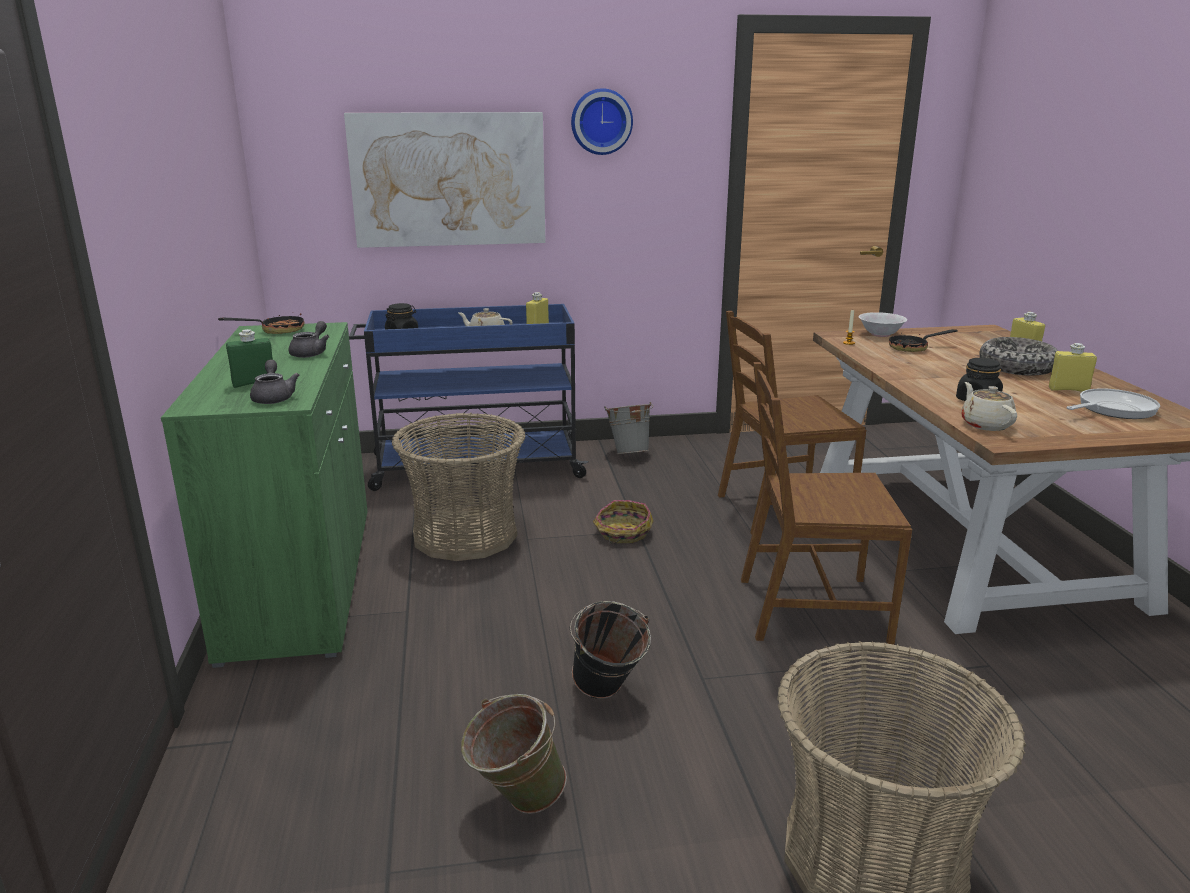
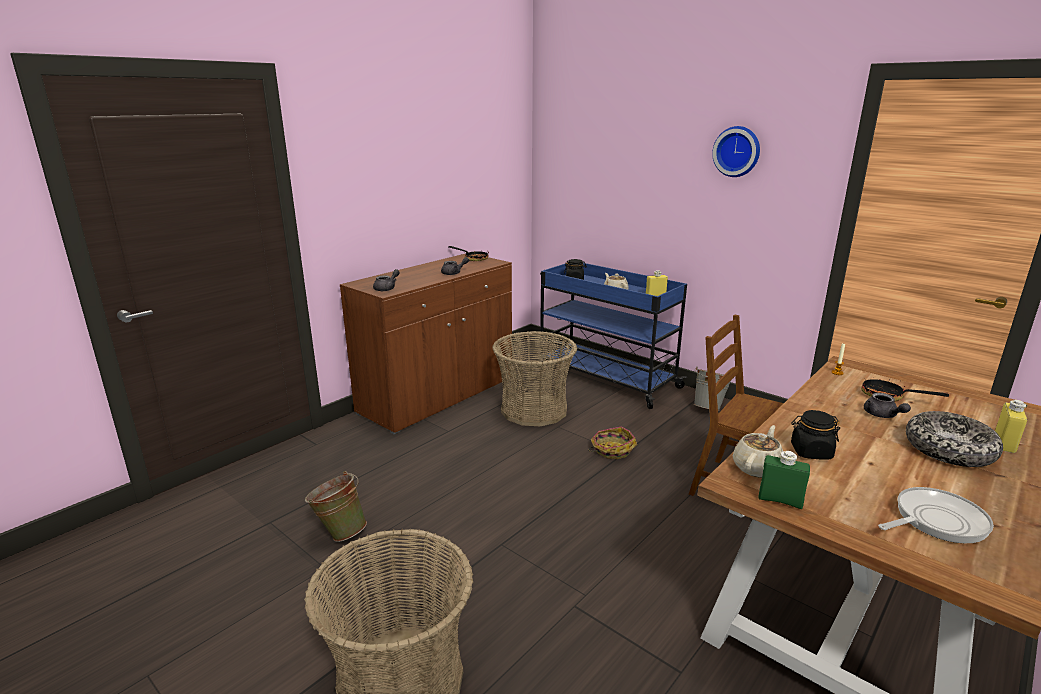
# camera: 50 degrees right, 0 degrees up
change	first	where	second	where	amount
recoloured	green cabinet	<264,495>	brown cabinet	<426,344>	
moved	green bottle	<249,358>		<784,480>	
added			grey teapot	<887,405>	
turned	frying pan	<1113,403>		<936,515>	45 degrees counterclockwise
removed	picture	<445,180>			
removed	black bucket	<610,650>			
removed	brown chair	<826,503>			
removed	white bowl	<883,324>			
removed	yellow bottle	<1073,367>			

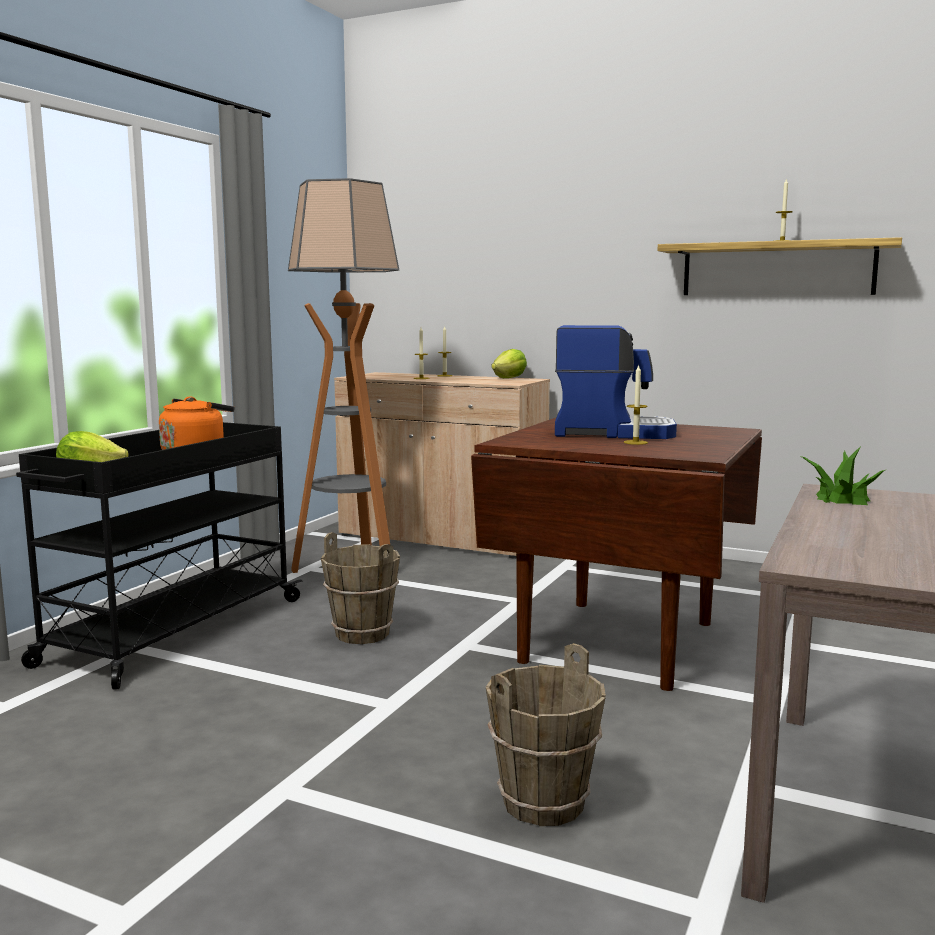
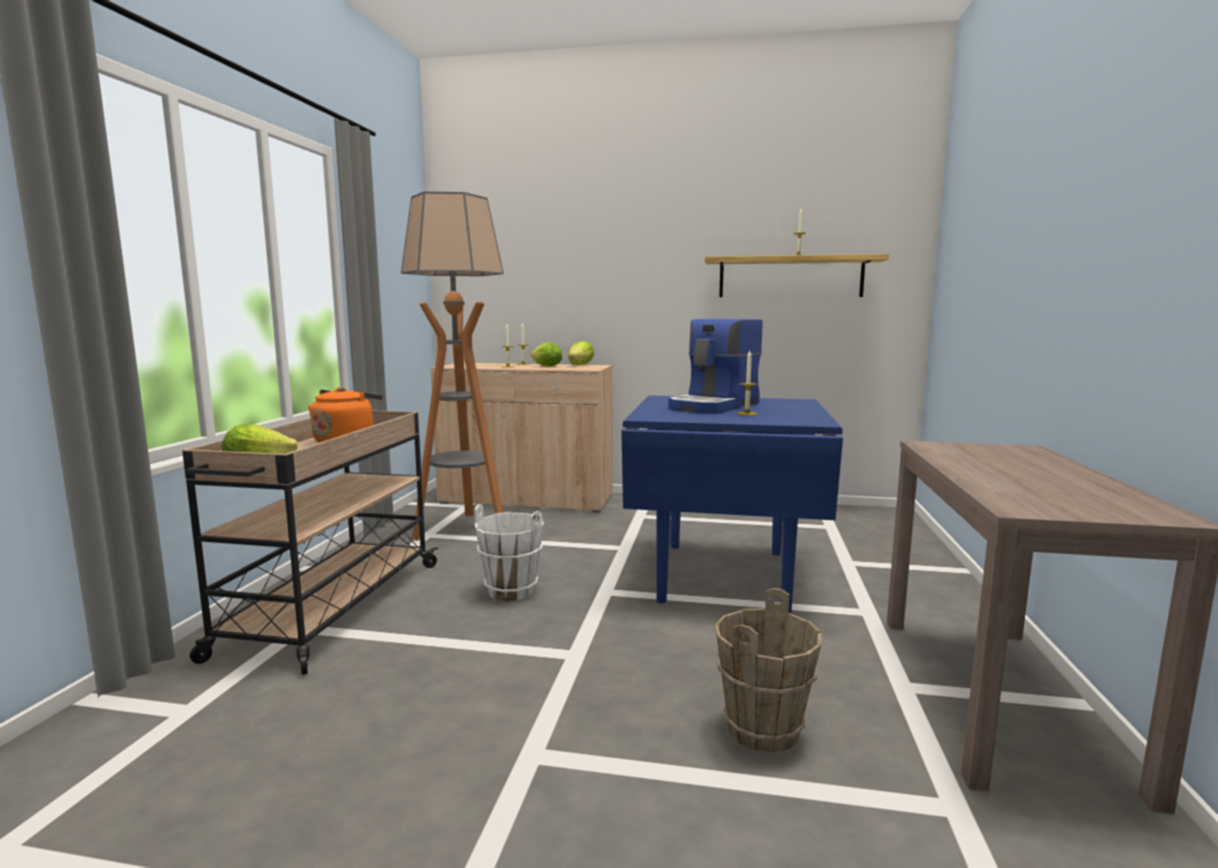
# camera: 15 degrees left, 0 degrees up
change	first	where	second	where	amount
recoloured	black cart	<159,556>	beige cart	<310,542>	
recoloured	brown bucket	<360,588>	white bucket	<509,552>	
added			lettuce	<546,354>	
recoloured	brown dining table	<616,554>	blue dining table	<732,504>	
turned	coffee machine	<616,382>		<715,366>	135 degrees clockwise
removed	potted plant	<843,476>			

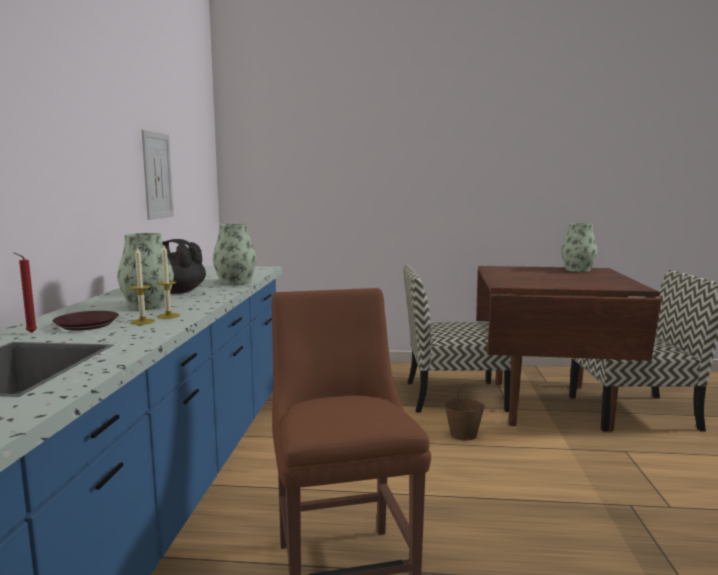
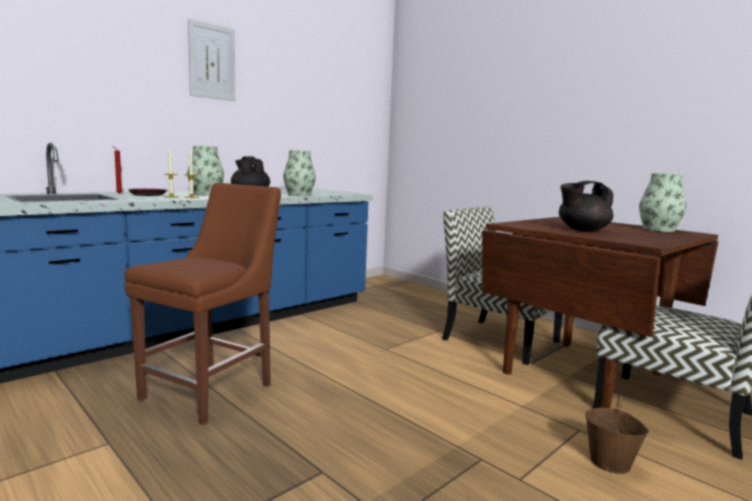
# camera: 40 degrees right, 0 degrees up
change	first	where	second	where	amount
moved	picture	<158,175>		<211,60>	
added			black teapot	<586,206>	
moved	brown bucket	<464,411>		<617,432>	

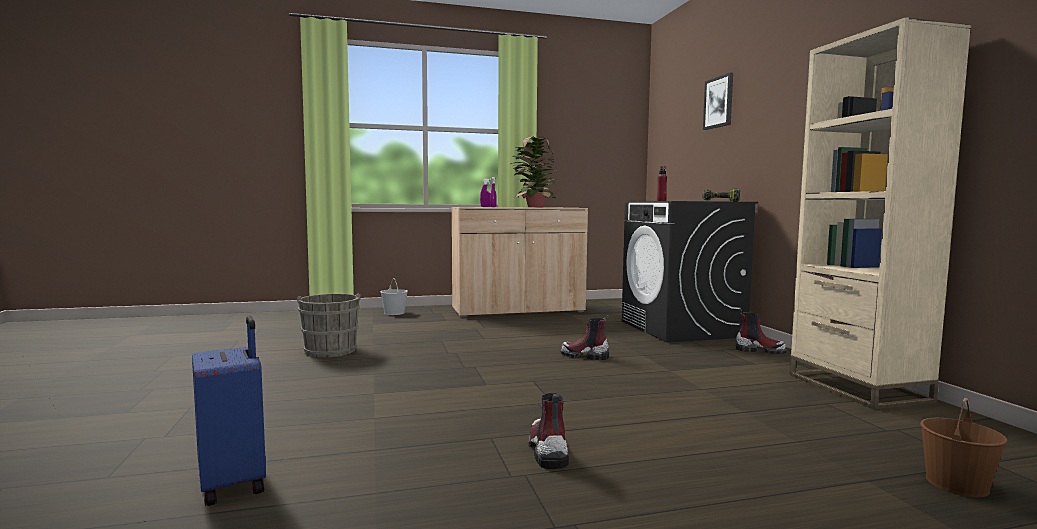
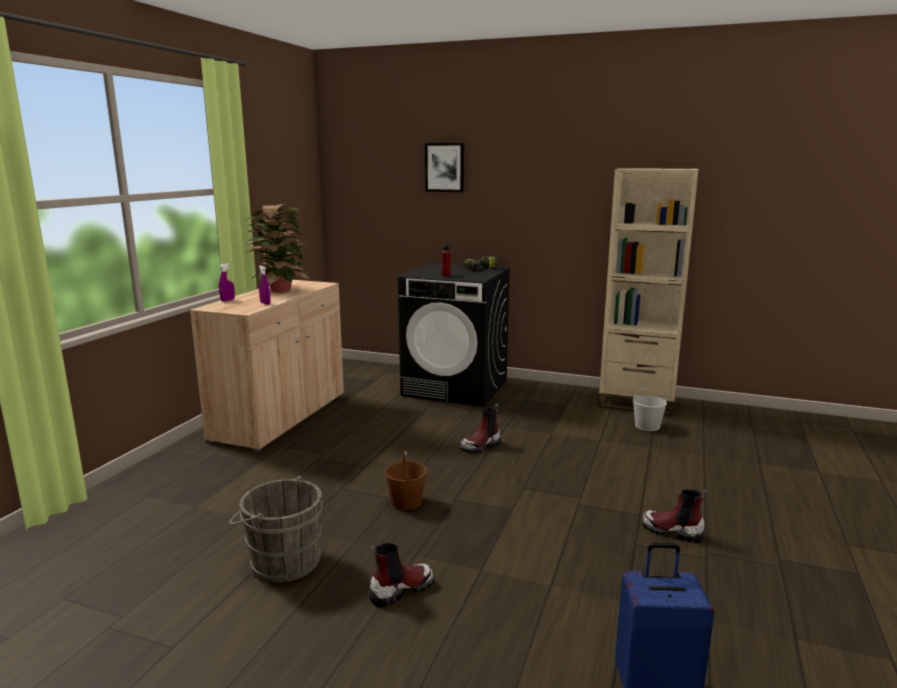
# camera: 55 degrees left, 10 degrees up
change	first	where	second	where	amount
moved	boot	<760,332>		<402,575>	
moved	brown bucket	<964,447>		<406,480>	
moved	white bucket	<394,296>		<650,408>	

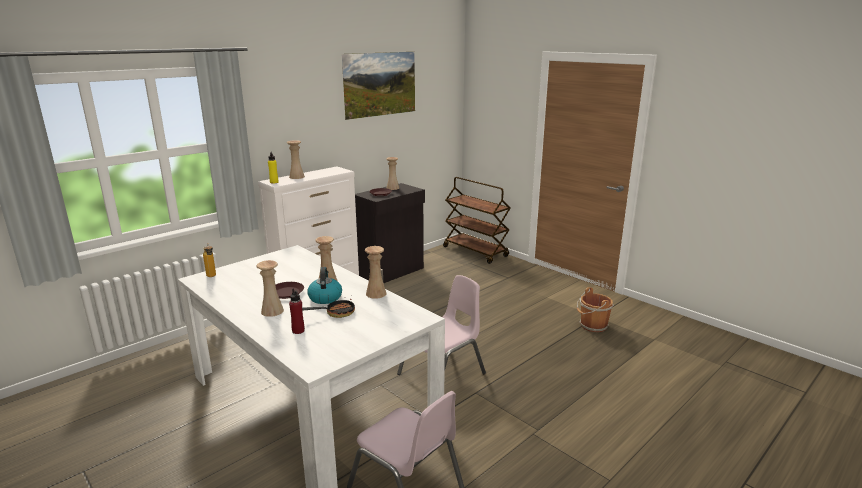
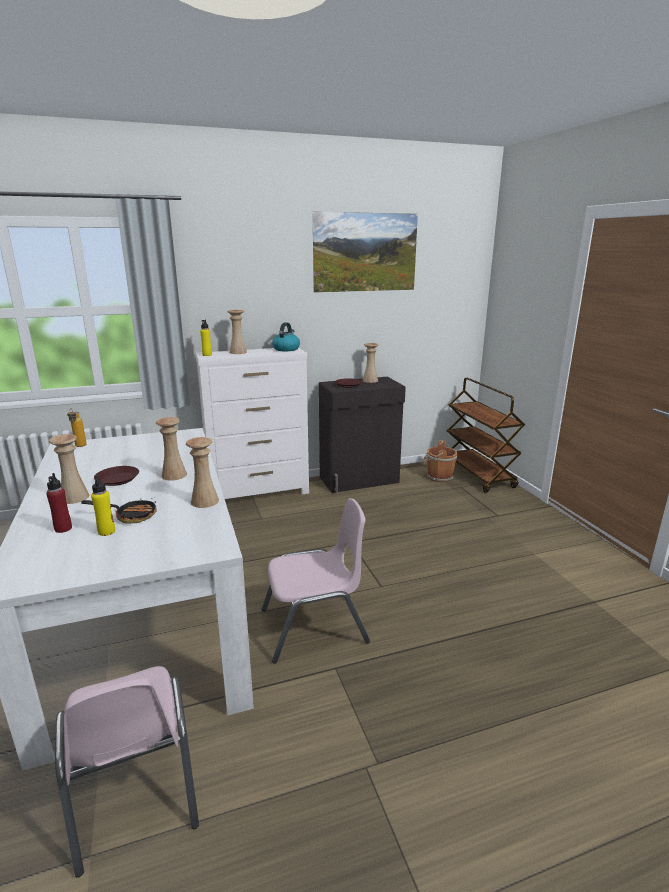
# camera: 25 degrees right, 0 degrees up
change	first	where	second	where	amount
added			yellow bottle	<103,505>	
moved	kettle	<324,285>		<286,336>	
moved	brown bucket	<595,309>		<440,461>	

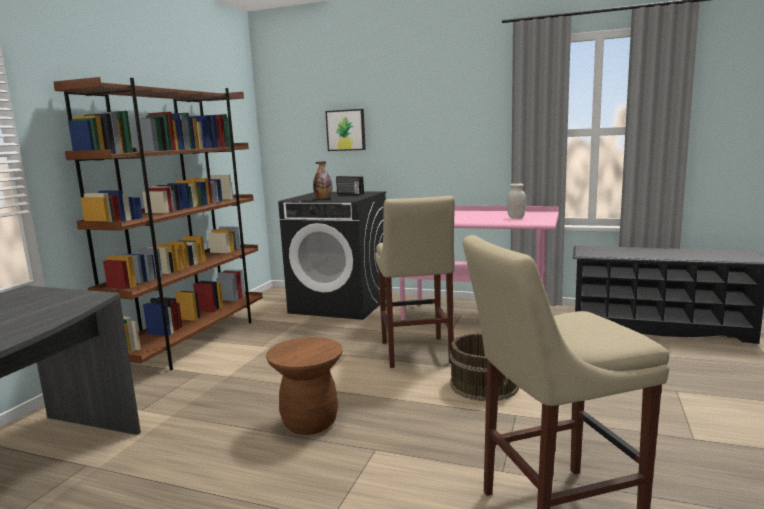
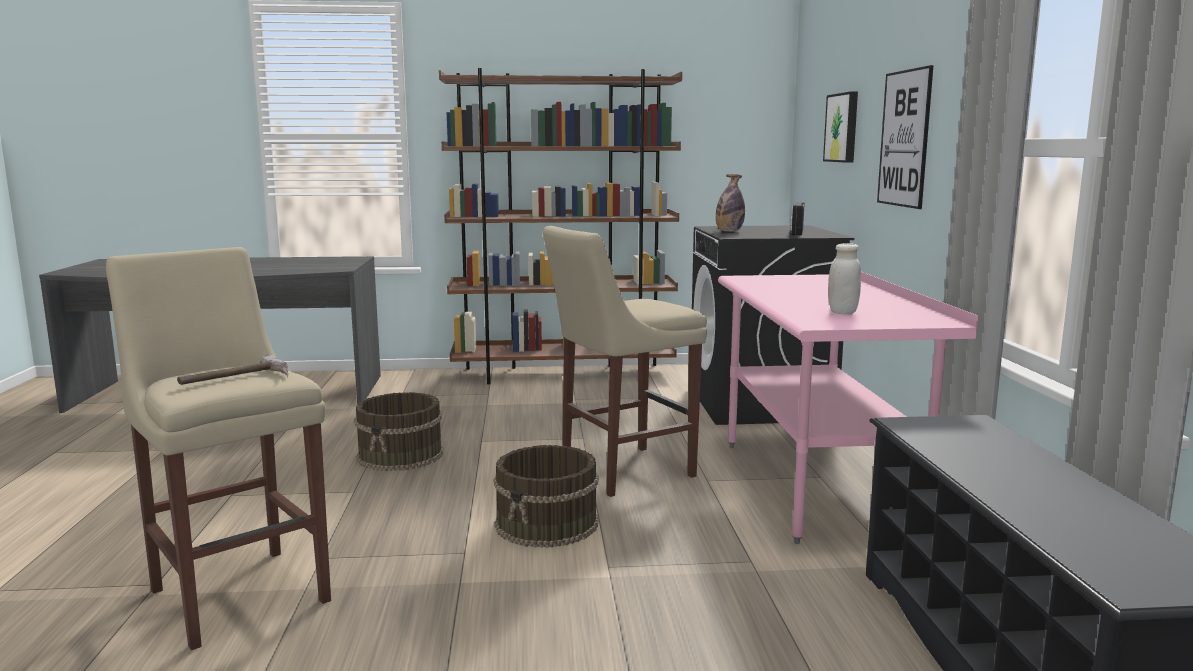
# camera: 65 degrees right, 0 degrees up
change	first	where	second	where	amount
added			hammer	<232,370>	
replaced	brown stool	<304,386>	brown bucket	<398,431>	
added			picture	<905,137>	

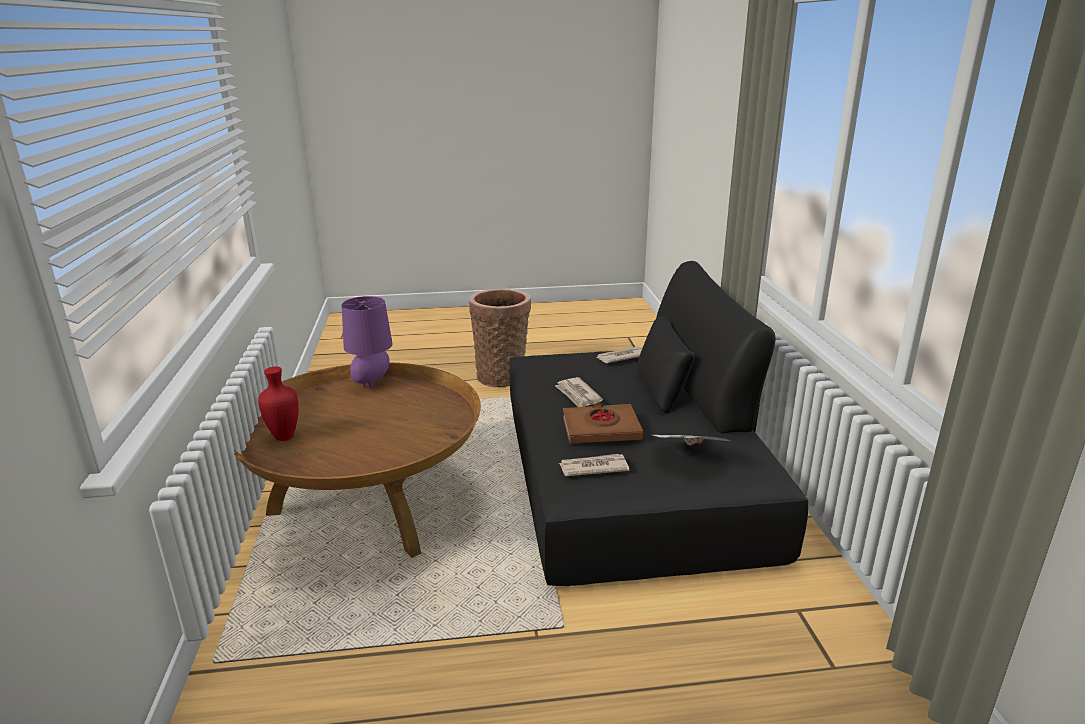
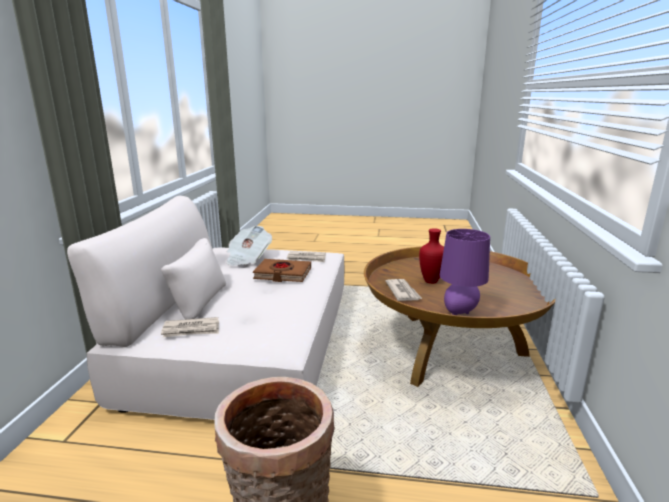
# camera: 165 degrees left, 5 degrees down
change	first	where	second	where	amount
recoloured	black sofa	<659,423>	beige sofa	<205,308>	
moved	newspaper	<579,392>		<403,290>	
moved	red vase	<278,404>		<431,256>	

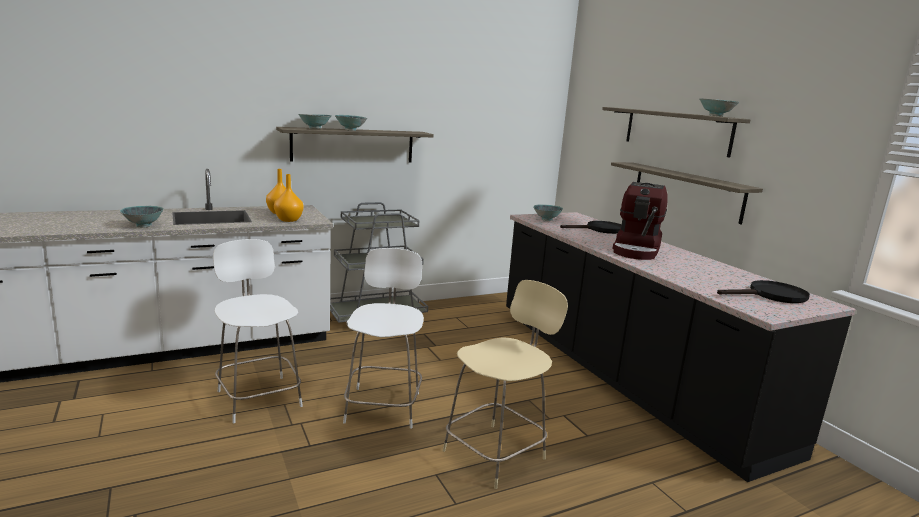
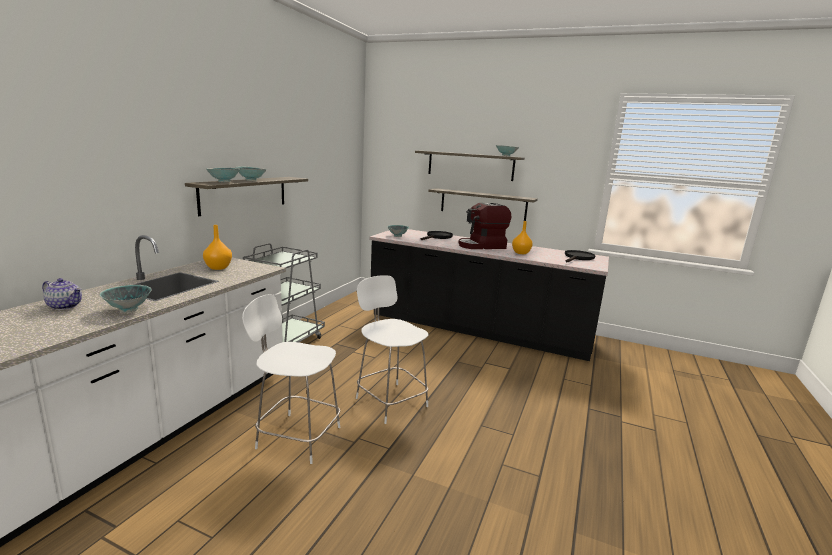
# camera: 40 degrees left, 0 degrees up
change	first	where	second	where	amount
added			teapot	<62,294>	
turned	coffee machine	<639,221>		<485,226>	90 degrees clockwise
moved	orange vase	<289,198>		<522,237>	
removed	beige chair	<505,384>			

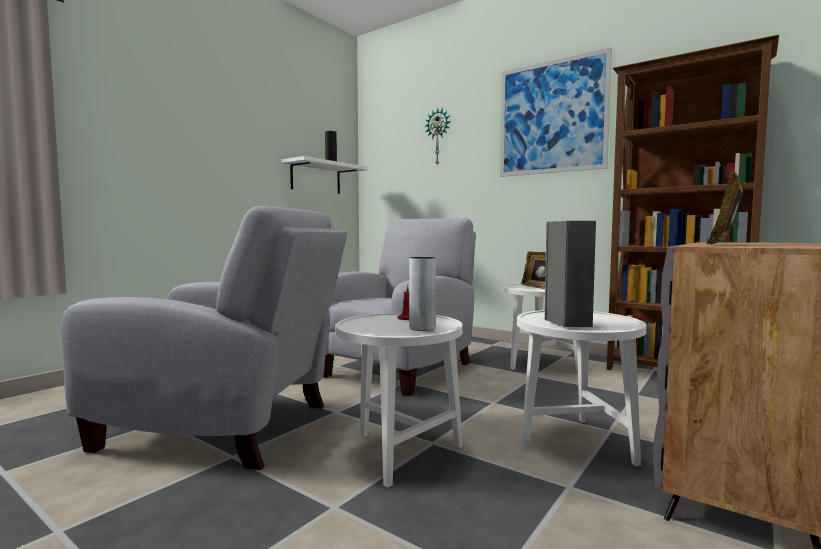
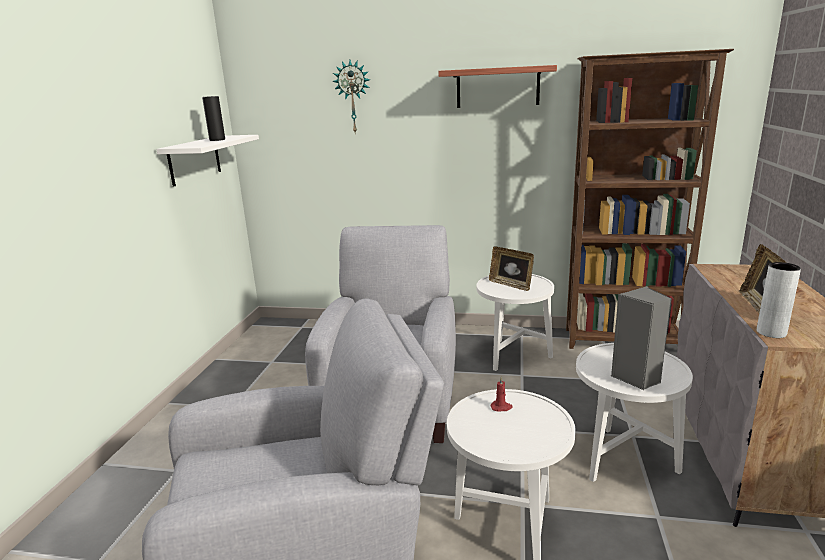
# camera: 25 degrees left, 15 degrees up
change	first	where	second	where	amount
replaced	picture	<556,112>	shelf	<497,86>	
moved	grey vase	<422,294>		<779,300>	

